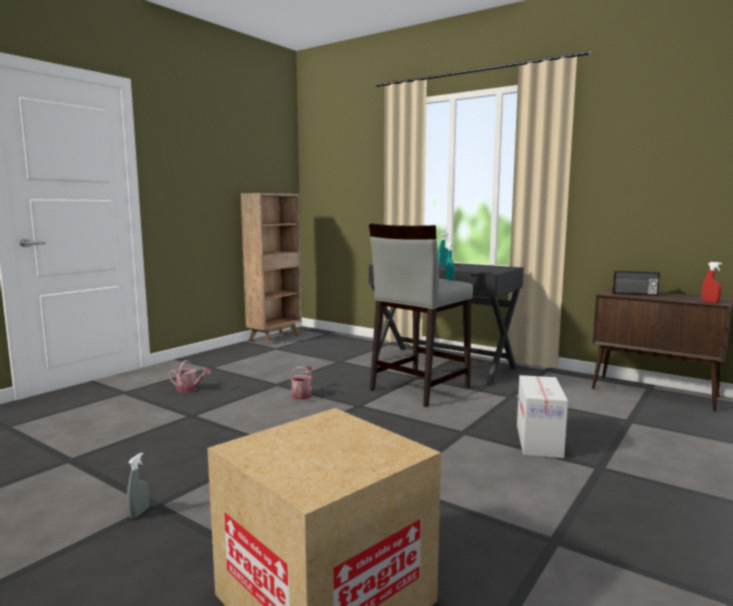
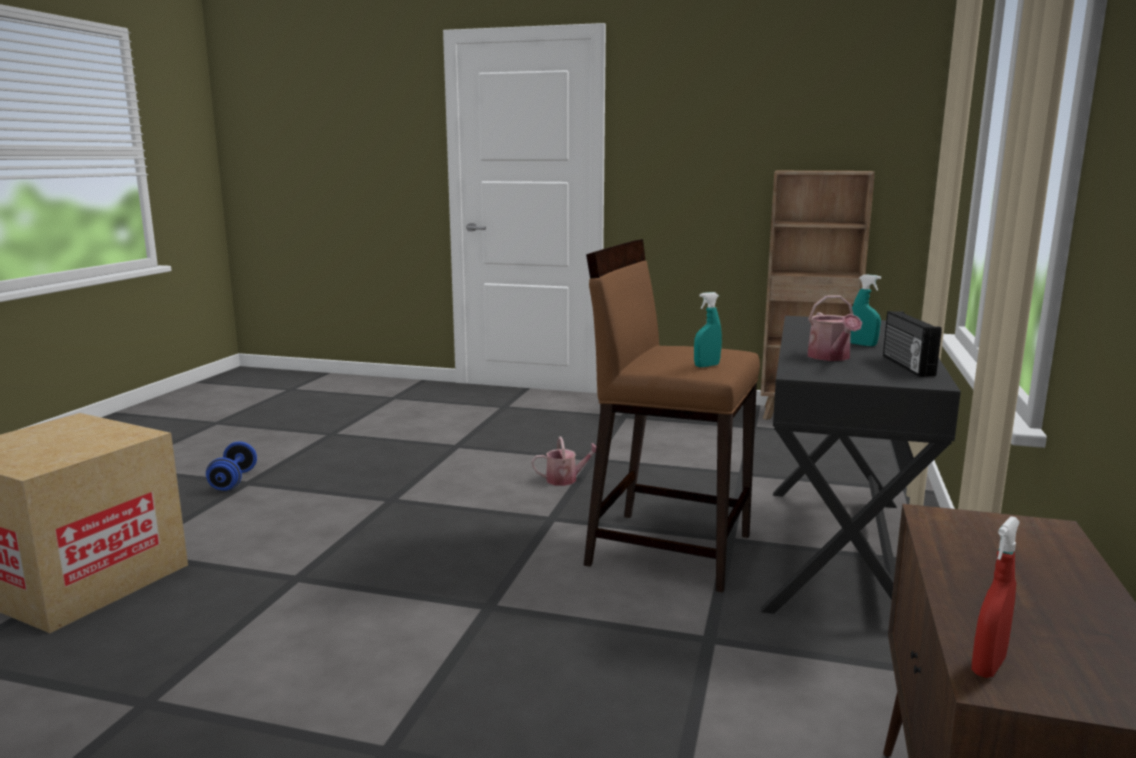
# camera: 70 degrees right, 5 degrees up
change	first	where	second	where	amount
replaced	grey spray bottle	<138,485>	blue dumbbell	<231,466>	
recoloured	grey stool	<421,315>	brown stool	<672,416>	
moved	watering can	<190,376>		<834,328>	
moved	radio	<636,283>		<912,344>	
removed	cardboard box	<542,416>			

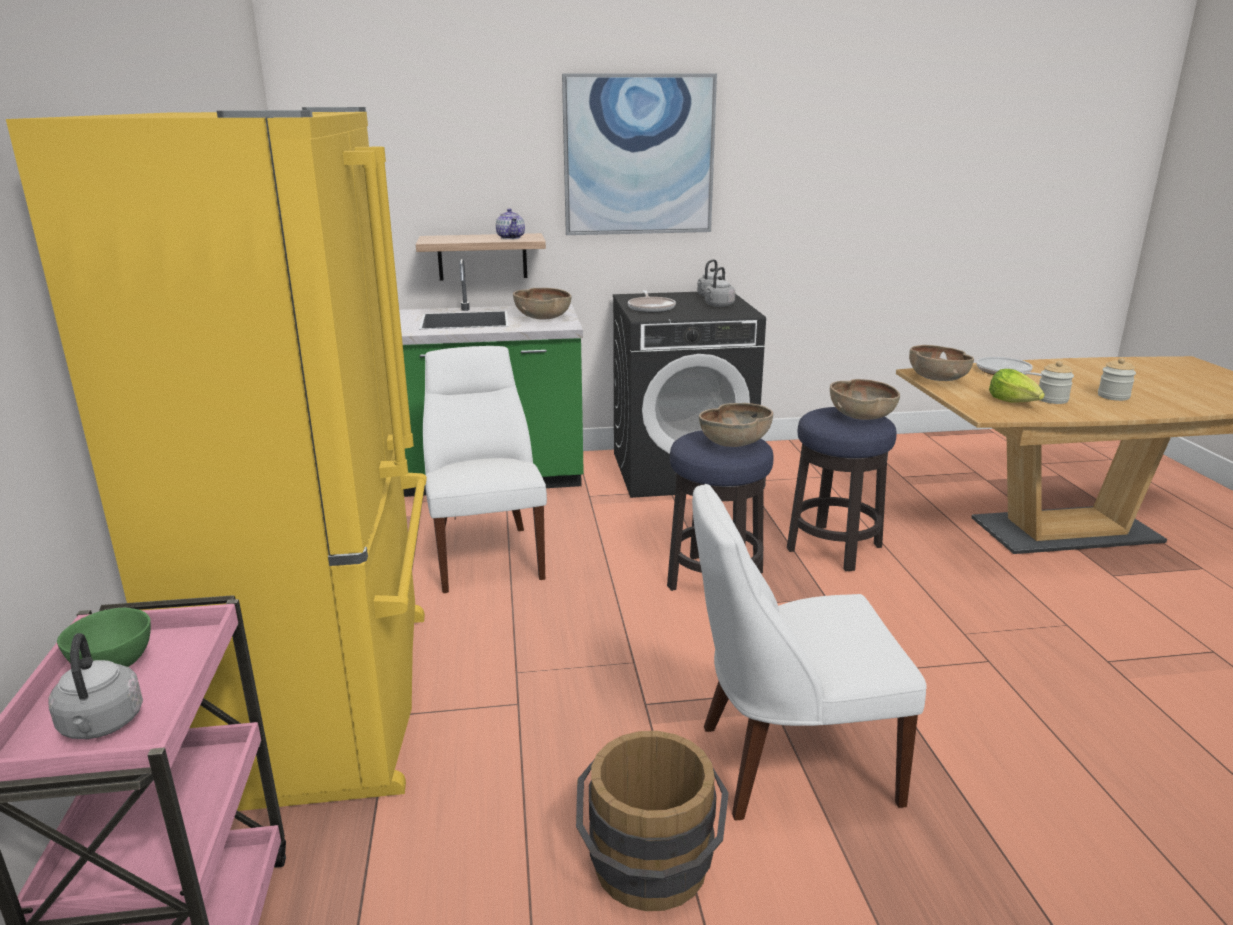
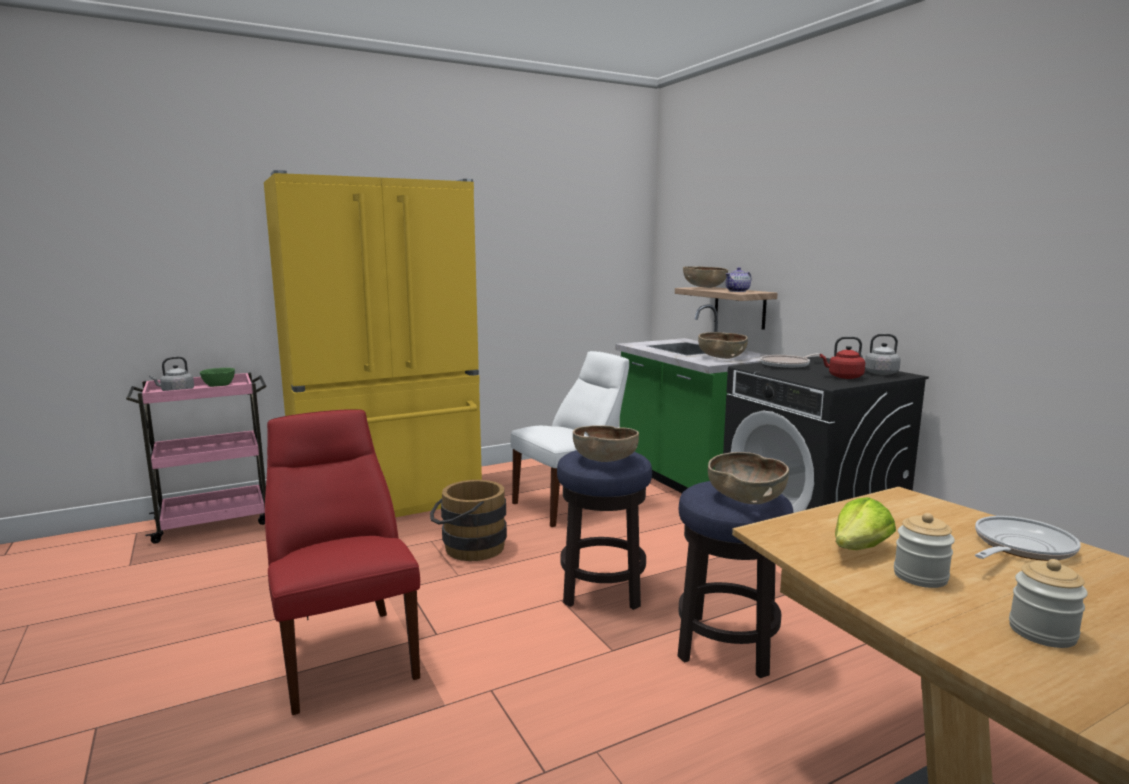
# camera: 70 degrees right, 10 degrees down
change	first	where	second	where	amount
recoloured	white chair	<809,652>	red chair	<342,562>	
moved	brown bucket	<652,821>		<468,520>	
moved	brown bowl	<941,363>		<705,277>	
recoloured	grey kettle	<720,287>	red kettle	<842,357>	
removed	picture	<639,154>			

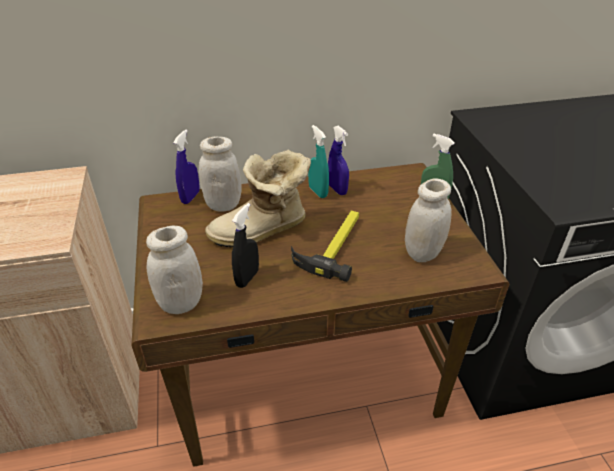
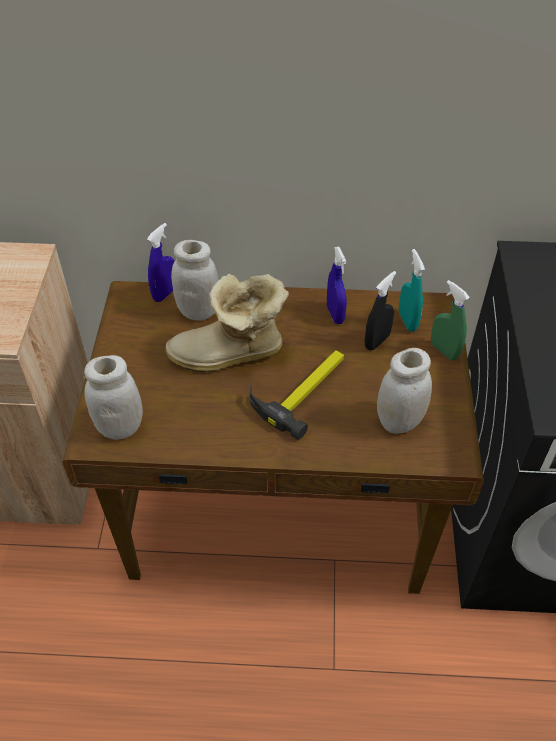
# camera: 15 degrees right, 10 degrees up
change	first	where	second	where	amount
moved	black spray bottle	<245,245>		<380,310>	
moved	turquoise spray bottle	<318,161>		<412,290>	

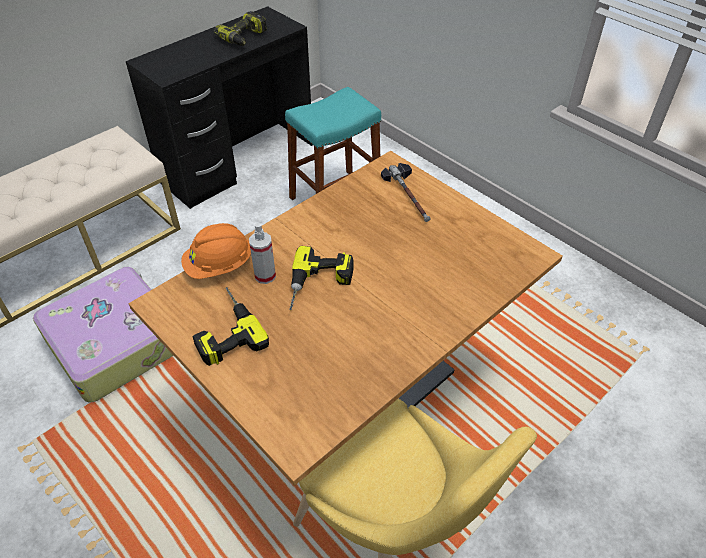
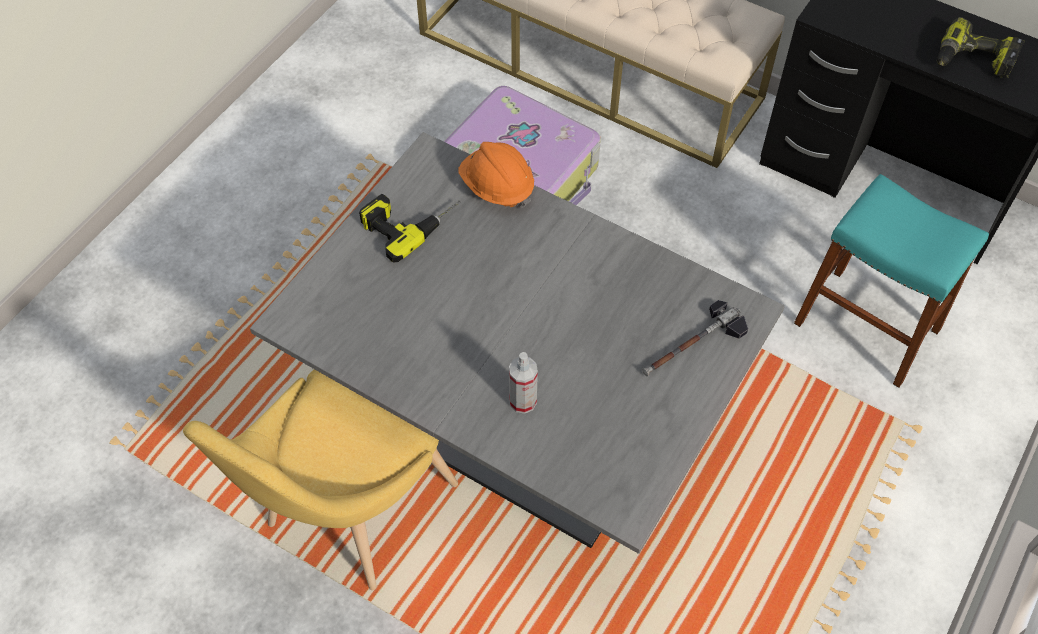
# camera: 75 degrees right, 10 degrees up
change	first	where	second	where	amount
recoloured	brown dining table	<346,318>	grey dining table	<517,343>	
moved	spray bottle	<262,253>		<523,383>	
removed	power drill	<321,278>			

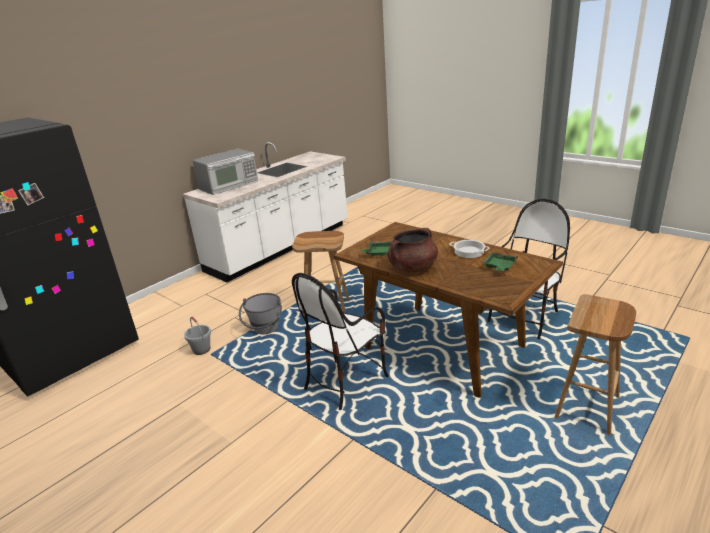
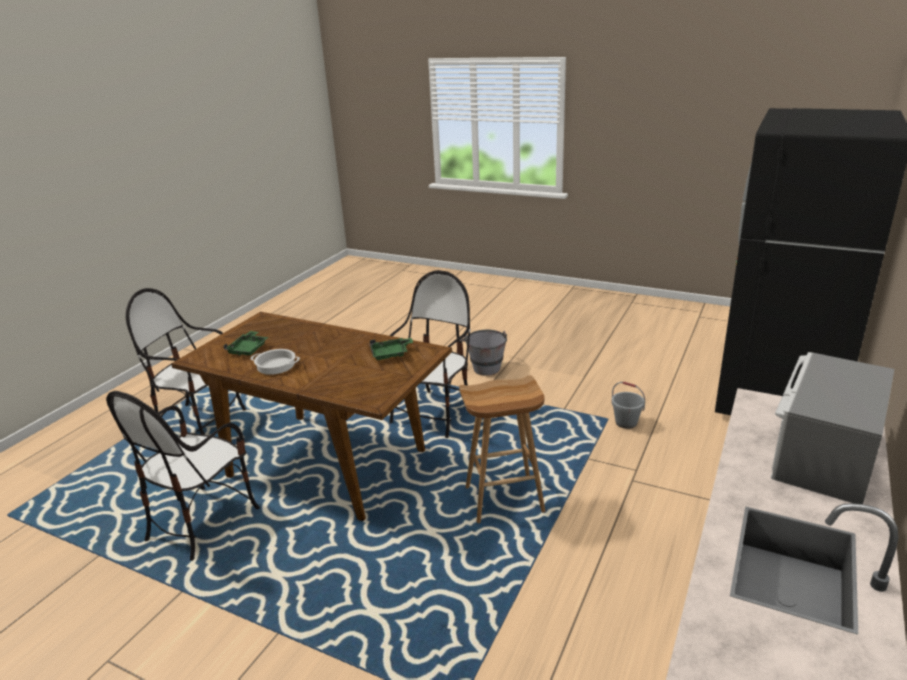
# camera: 165 degrees right, 0 degrees up
change	first	where	second	where	amount
replaced	brown stool	<595,364>	chair	<186,361>	
moved	grey bucket	<260,313>		<483,353>	
removed	brown cooking pot	<413,250>			

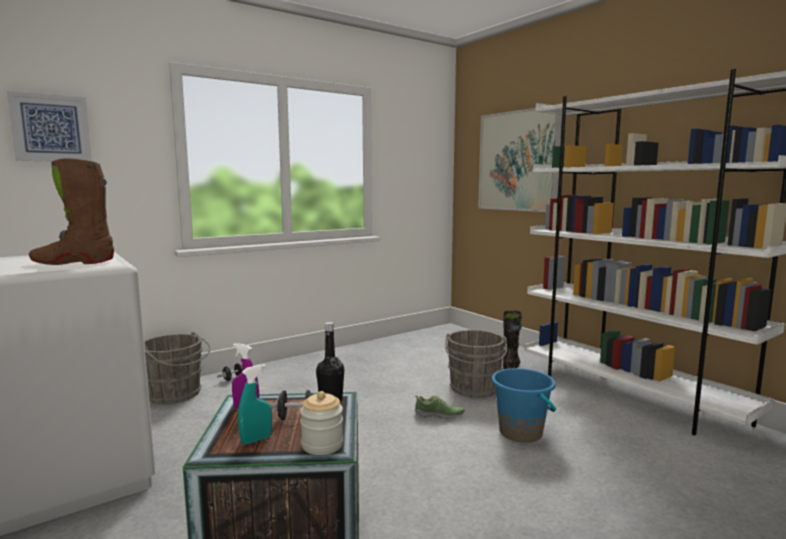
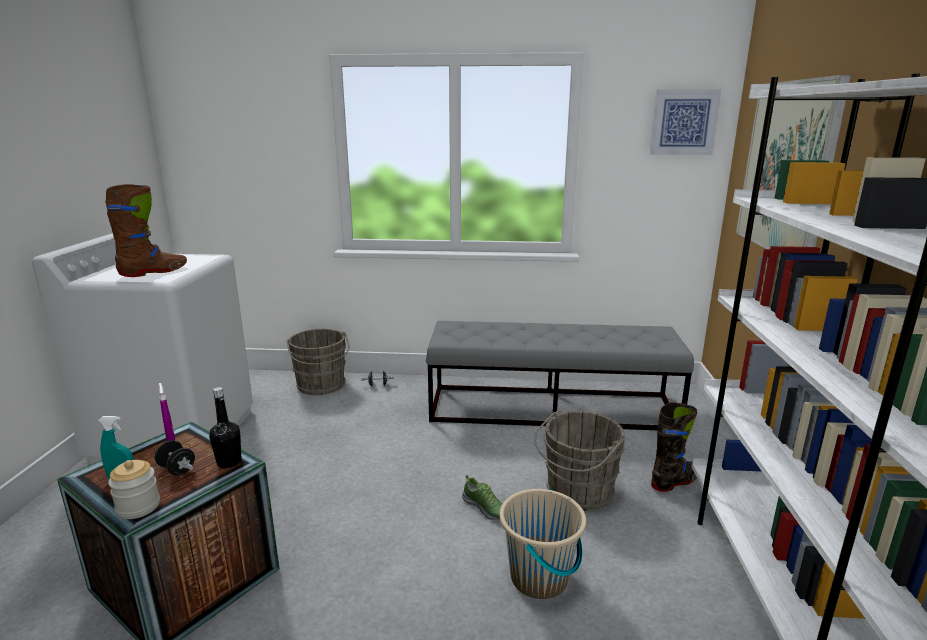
# camera: 40 degrees right, 10 degrees up
change	first	where	second	where	amount
turned	brown boot	<71,211>		<146,230>	105 degrees clockwise
added			grey bench	<560,375>	
recoloured	blue bucket	<524,405>	beige bucket	<543,543>	
moved	picture	<49,126>		<685,122>	

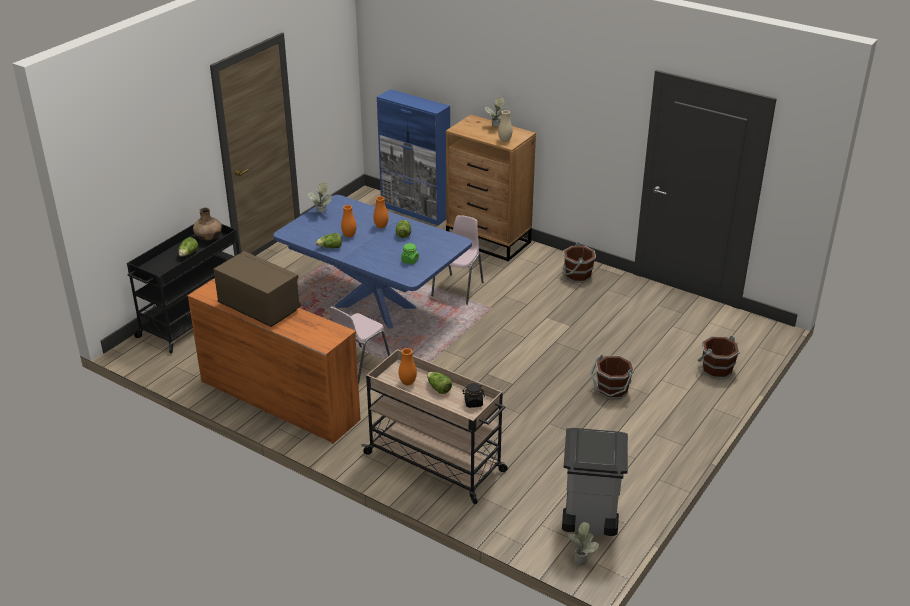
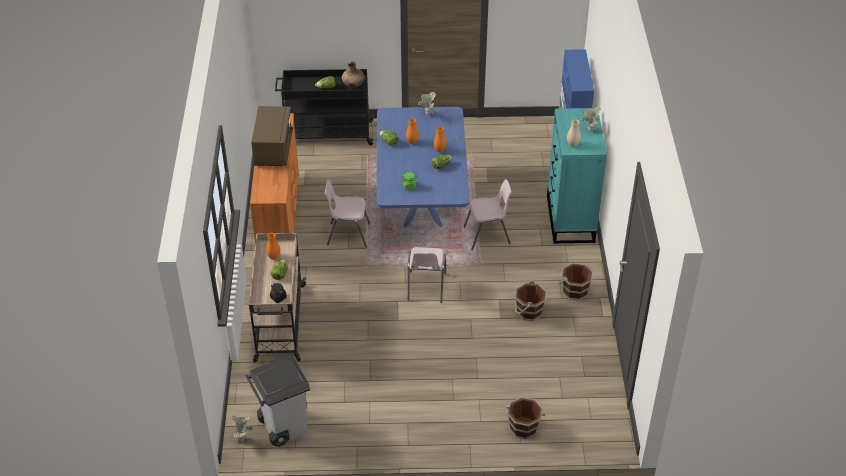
# camera: 55 degrees right, 10 degrees up
change	first	where	second	where	amount
added			pink chair	<427,275>	
moved	brown bucket	<612,377>		<530,300>	
recoloured	brown dresser	<491,188>	turquoise dresser	<577,176>	

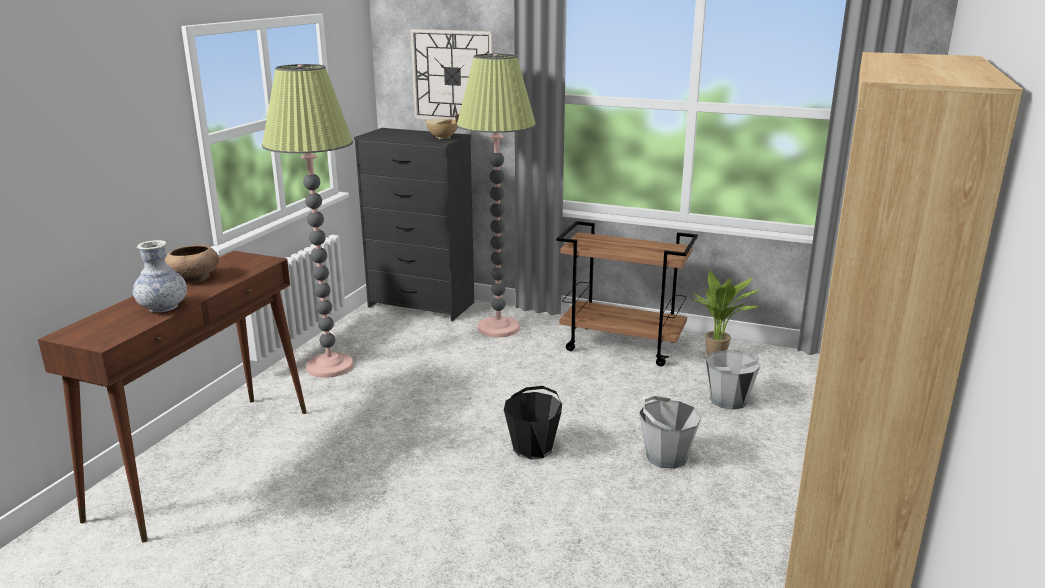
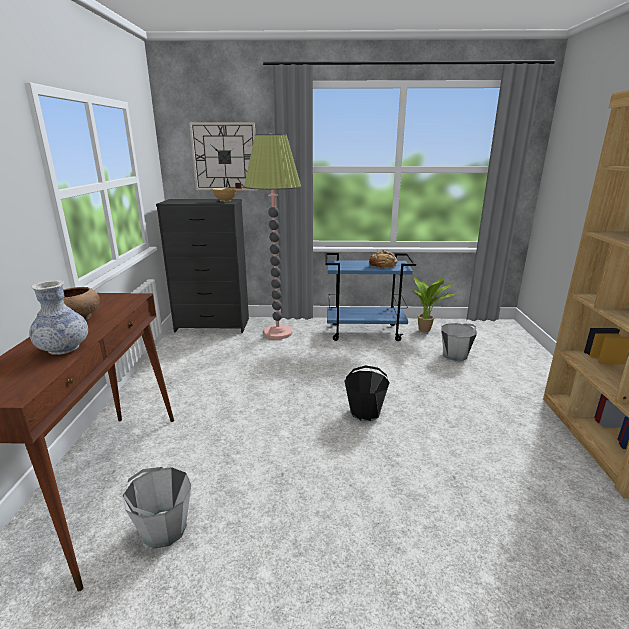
# camera: 20 degrees left, 0 degrees up
change	first	where	second	where	amount
moved	grey bucket	<670,432>		<157,507>	
recoloured	brown cart	<627,293>	blue cart	<370,297>	
added			bread	<383,259>	
removed	floor lamp	<307,221>			

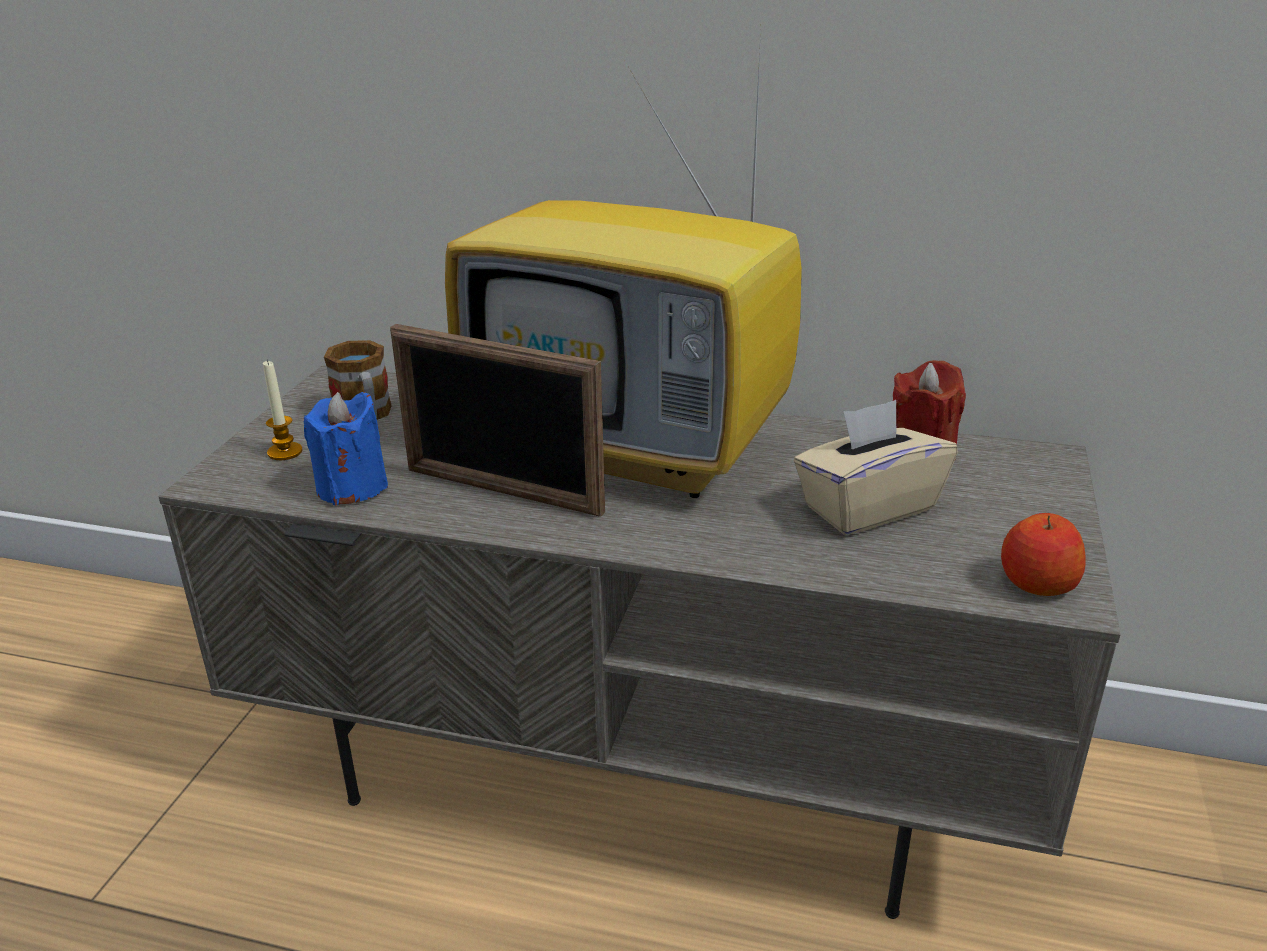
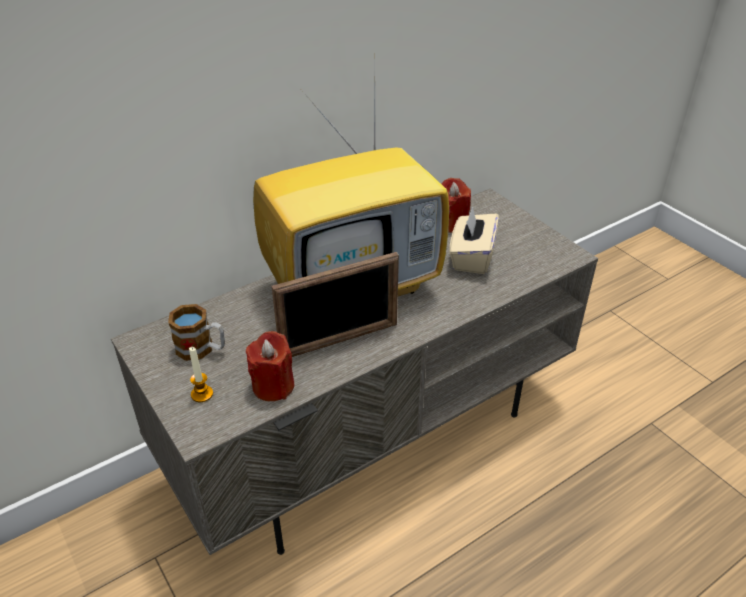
# camera: 50 degrees left, 10 degrees up
change	first	where	second	where	amount
recoloured	blue candle	<346,448>	red candle	<270,366>	
removed	apple	<1043,554>			

